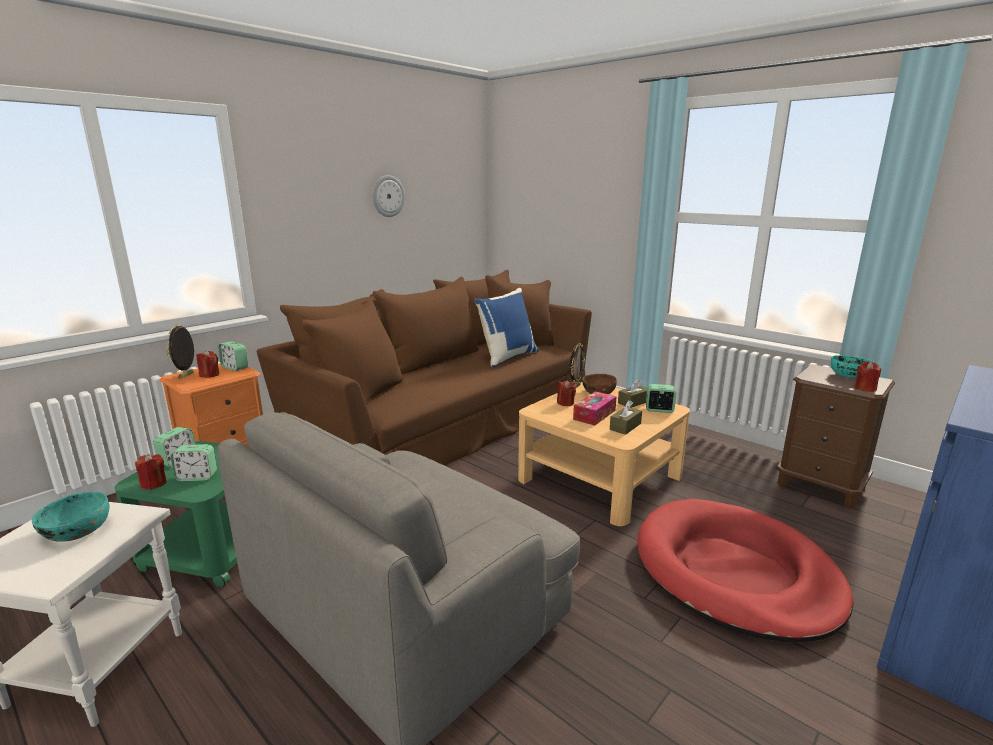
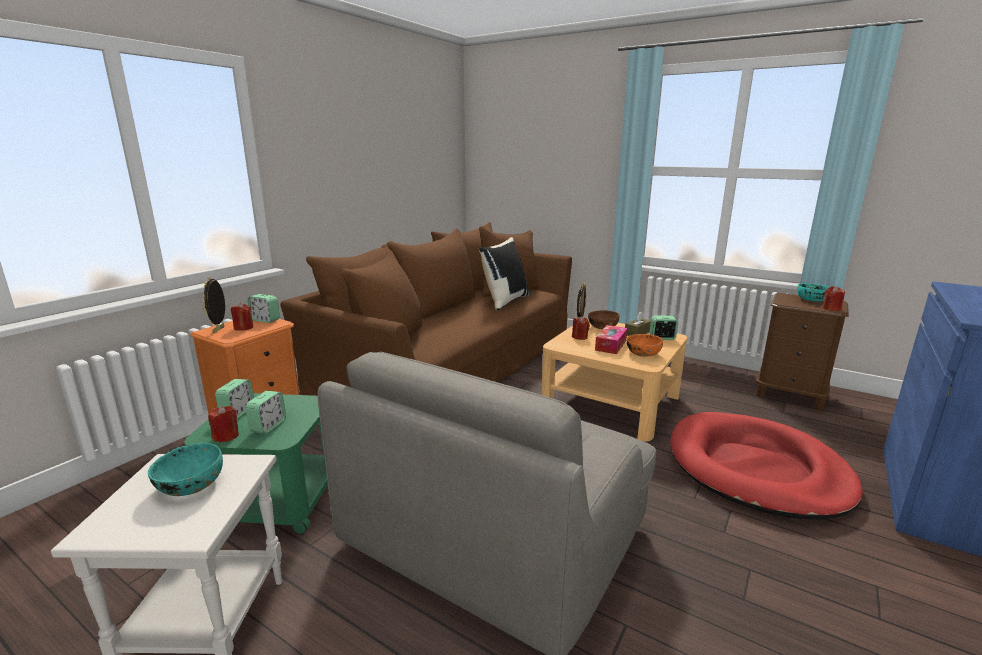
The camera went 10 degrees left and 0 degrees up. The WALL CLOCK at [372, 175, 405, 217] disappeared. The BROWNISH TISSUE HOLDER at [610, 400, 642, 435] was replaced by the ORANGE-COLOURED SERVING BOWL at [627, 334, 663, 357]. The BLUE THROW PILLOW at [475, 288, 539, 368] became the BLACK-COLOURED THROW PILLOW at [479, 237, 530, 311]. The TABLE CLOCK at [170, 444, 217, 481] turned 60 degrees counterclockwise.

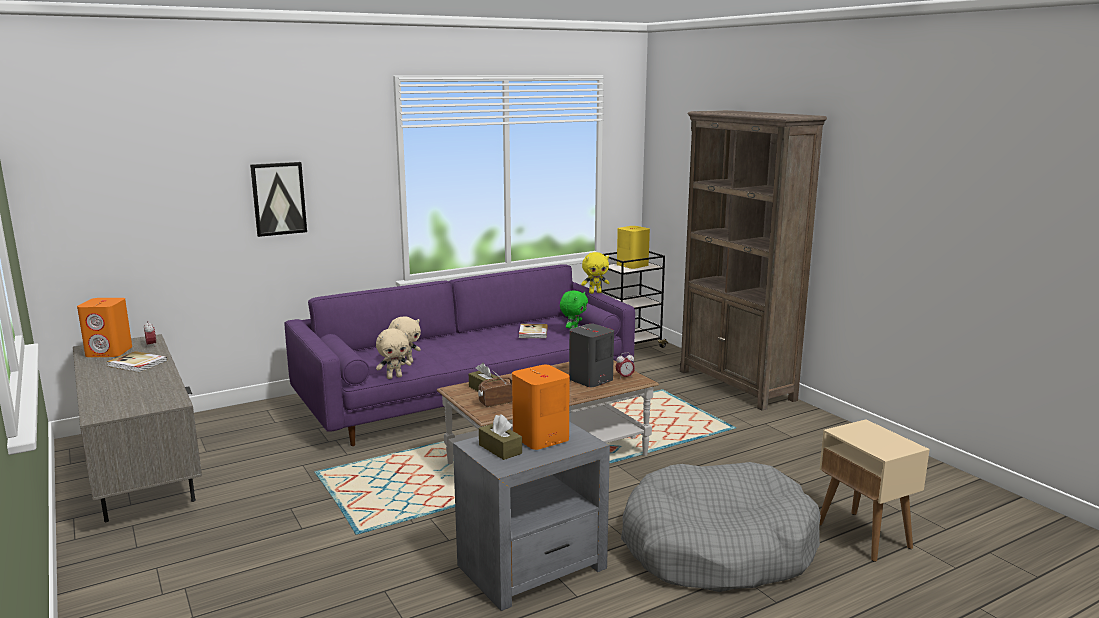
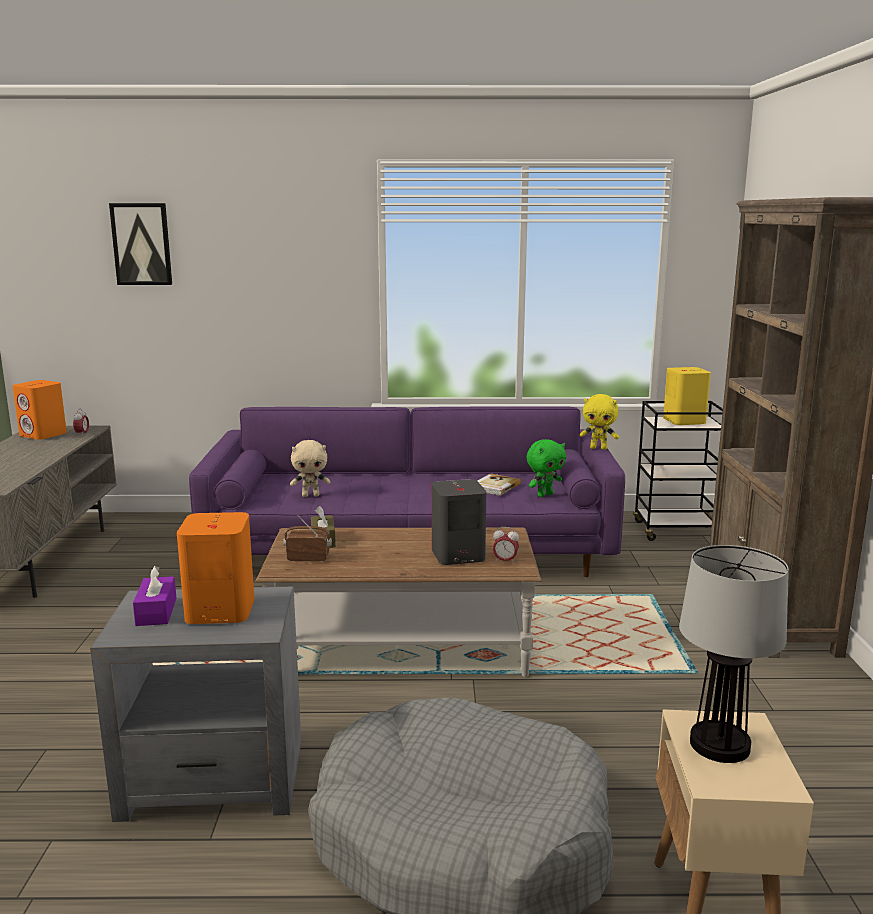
The camera went 30 degrees right and 0 degrees up. The BOUND BOOK at [107, 351, 168, 372] disappeared. The BEIGE-COLOURED SOFT TOY at [376, 328, 411, 379] disappeared. The TABLE LAMP at [679, 545, 789, 763] appeared. The WALL PICTURE moved from [250, 162, 307, 237] to [109, 203, 172, 285]. The BROWNISH TISSUE HOLDER at [479, 414, 522, 460] became the PURPLE-COLOURED TISSUE HOLDER at [133, 566, 176, 626].

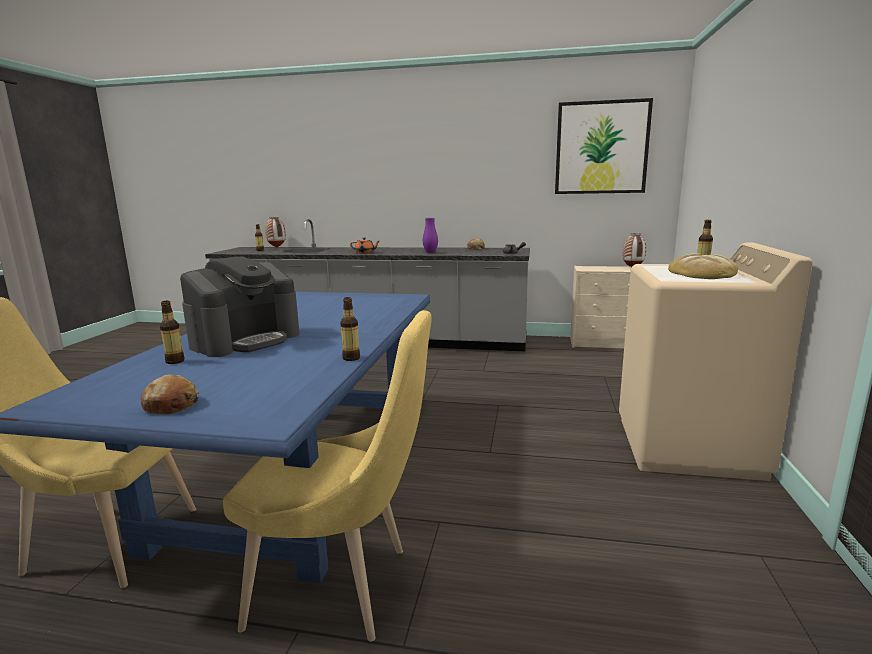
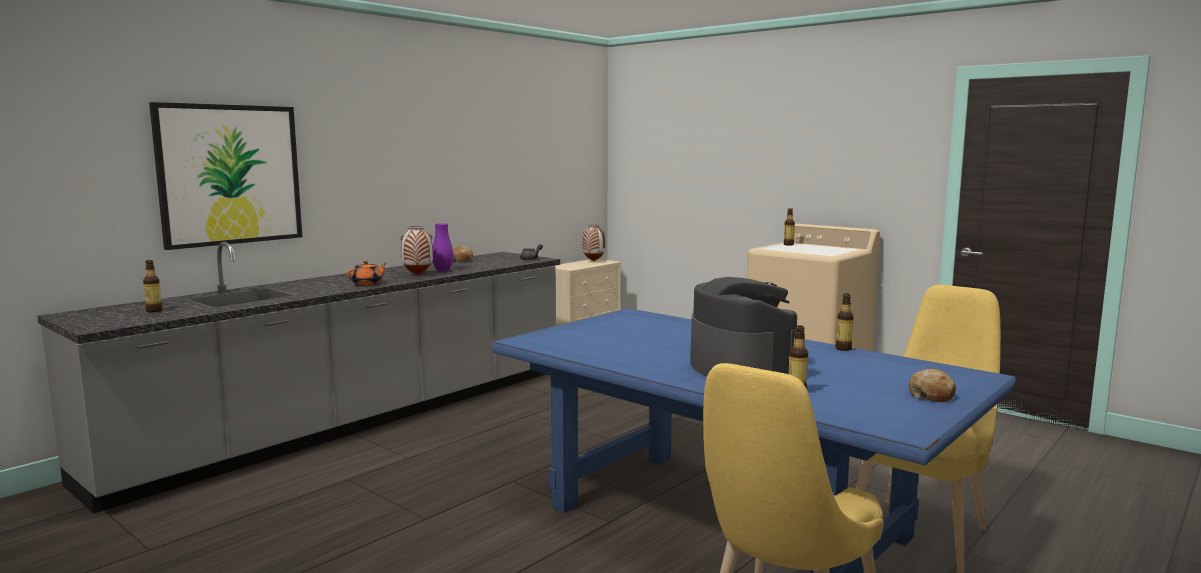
The camera went 60 degrees left and 5 degrees down. The BREAD at [668, 253, 738, 279] disappeared. The FLOWER VASE moved from [265, 217, 286, 247] to [401, 226, 433, 275]. The WALL PICTURE moved from [555, 98, 653, 194] to [149, 102, 302, 250].

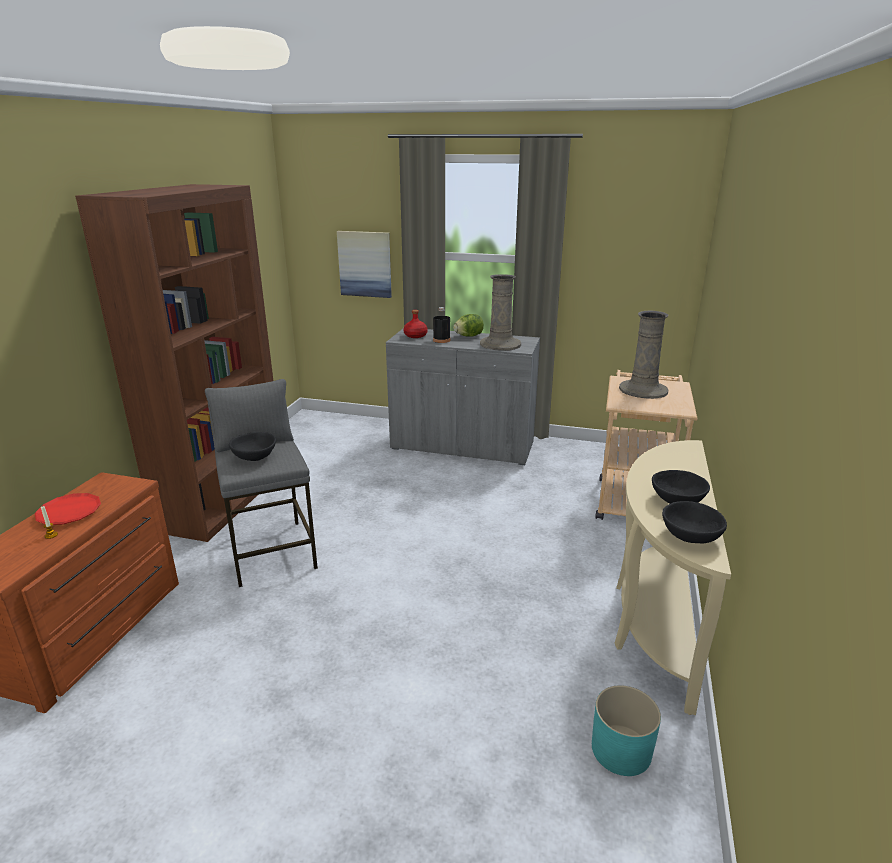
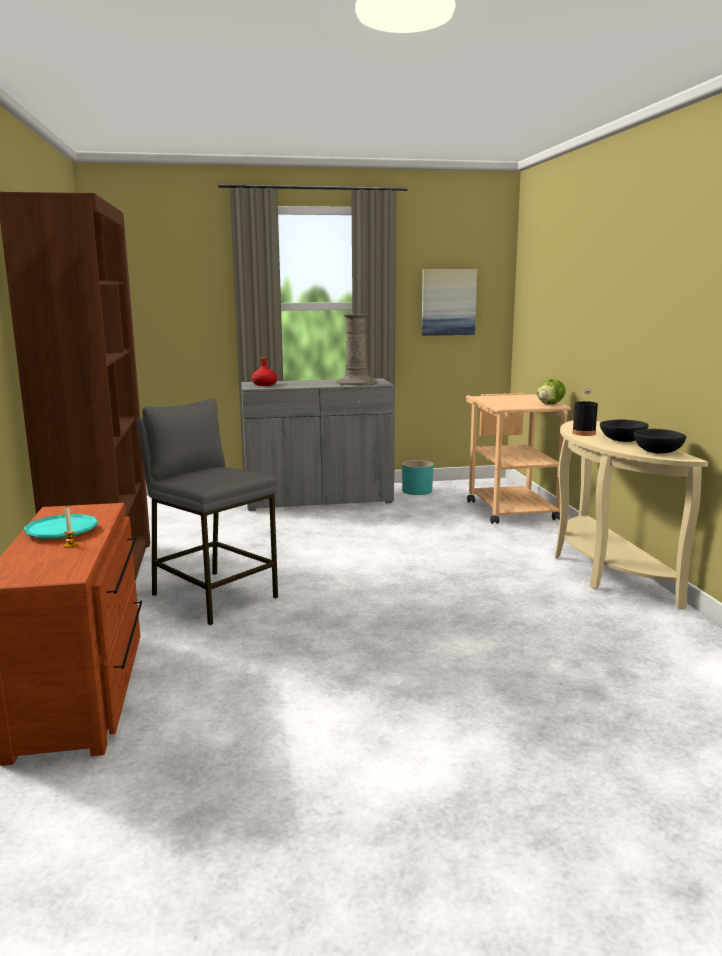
The camera went 25 degrees left and 10 degrees down. The BLACK-COLOURED SERVING BOWL at [229, 432, 276, 461] disappeared. The BEIGE-COLOURED FLOWER VASE at [619, 311, 668, 399] disappeared. The WALL PICTURE moved from [337, 231, 392, 298] to [422, 269, 477, 336]. The BLACK-COLOURED BEVERAGE BOTTLE moved from [433, 307, 450, 343] to [572, 389, 598, 436]. The LETTUCE moved from [453, 314, 484, 337] to [537, 379, 566, 404]. The TURQUOISE-COLOURED PLANT POT moved from [592, 685, 661, 776] to [402, 460, 433, 495]. The REDDISH DINNER PLATE at [35, 493, 101, 525] became the TURQUOISE-COLOURED DINNER PLATE at [24, 514, 98, 538].

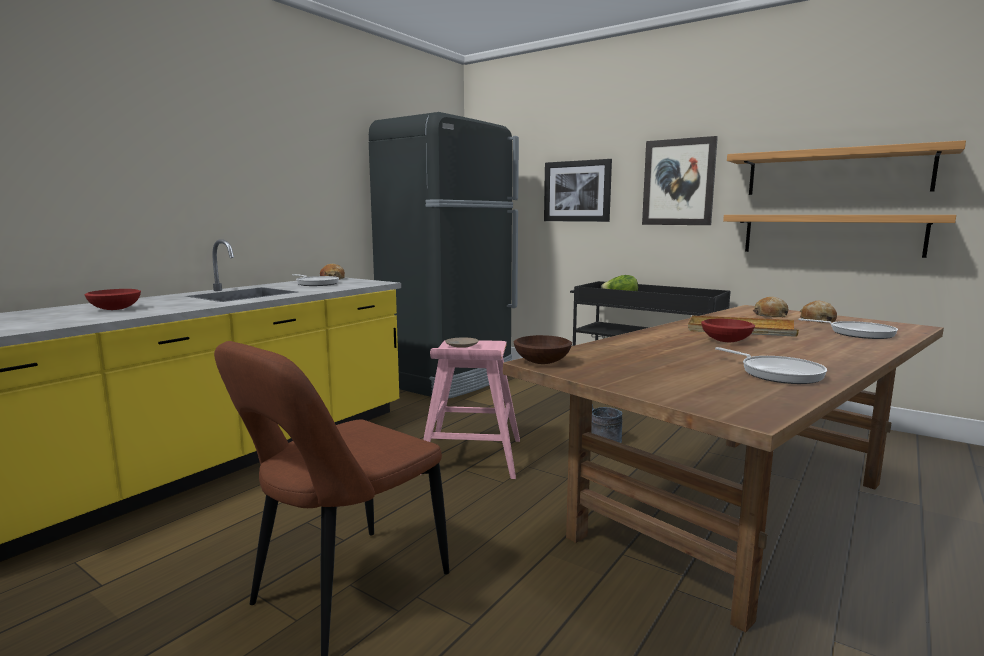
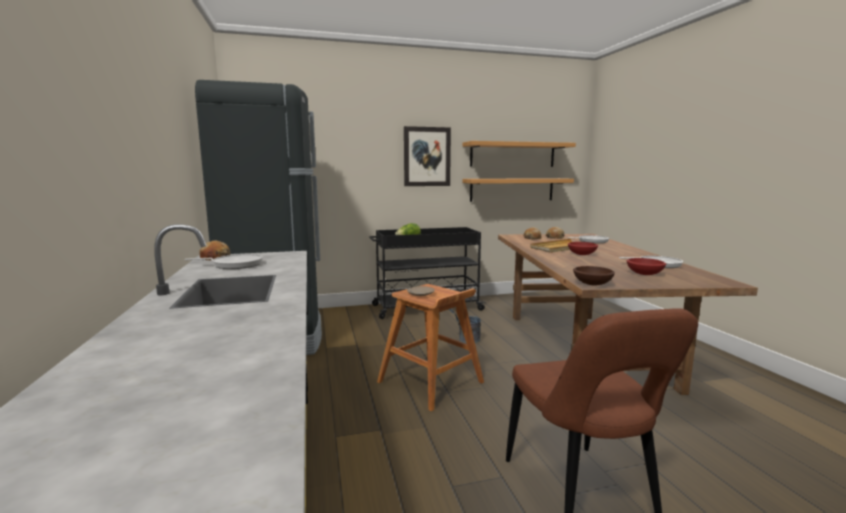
The camera went 50 degrees left and 0 degrees up. The WALL PICTURE at [544, 159, 612, 222] disappeared. The REDDISH SERVING BOWL moved from [85, 289, 141, 310] to [627, 258, 666, 275]. The PINK STOOL at [420, 340, 520, 479] became the BROWNISH STOOL at [377, 284, 484, 411].

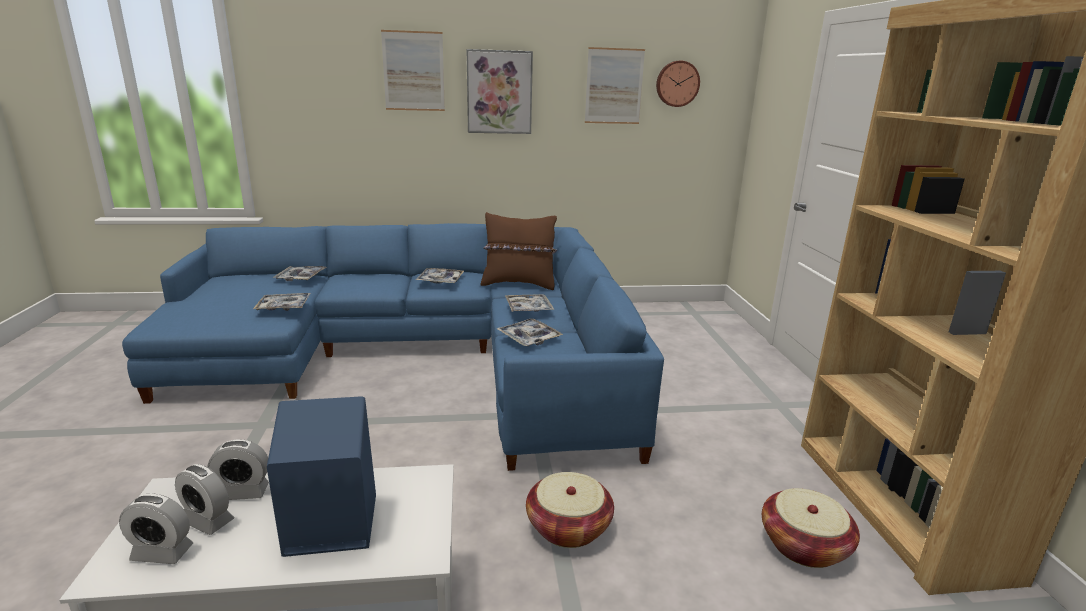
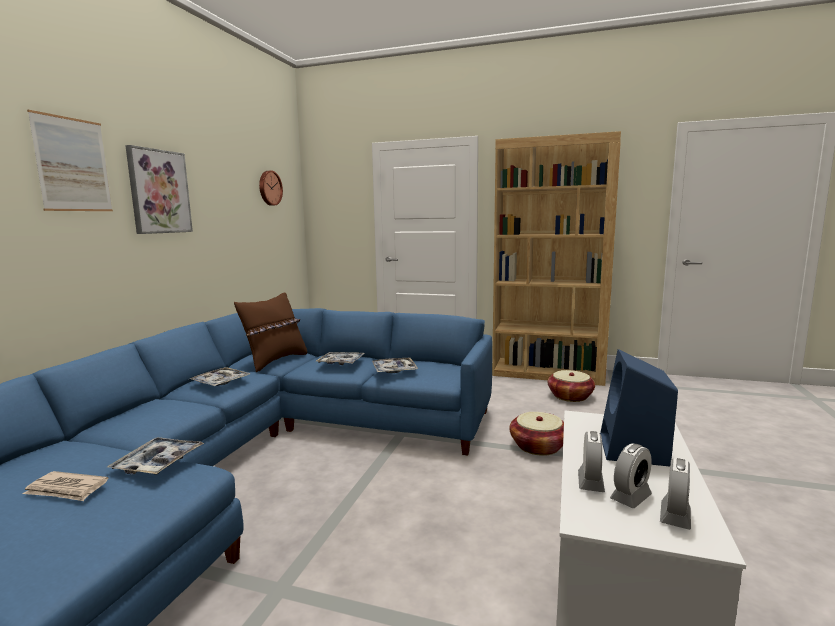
The camera went 65 degrees left and 10 degrees down. The TRAY at [273, 266, 327, 281] disappeared. The WALL PICTURE at [585, 47, 645, 124] disappeared. The NEWSPAPER at [22, 471, 108, 501] appeared.

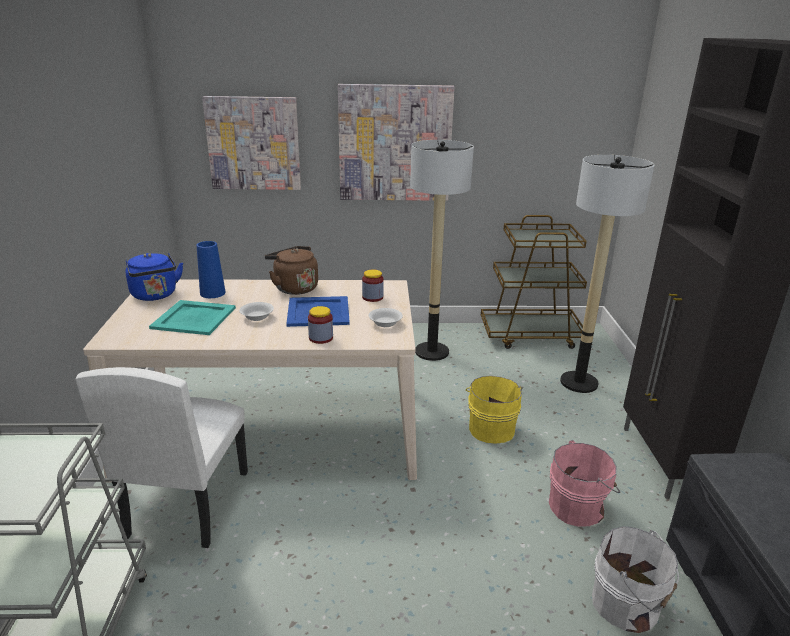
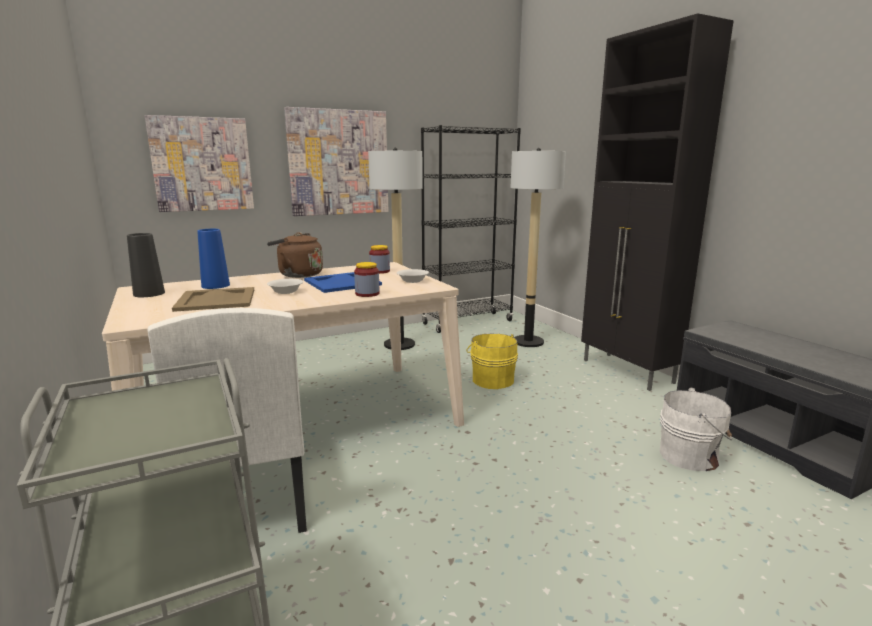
The camera went 25 degrees left and 10 degrees down. The PINK BUCKET at [549, 440, 620, 527] disappeared. The BLUE TEA KETTLE at [125, 253, 183, 301] was replaced by the BLACK-COLOURED FLOWER VASE at [127, 233, 165, 297]. The BROWNISH TROLLEY at [481, 215, 587, 349] was replaced by the BLACK-COLOURED BOOKSHELF at [421, 125, 521, 333]. The TURQUOISE-COLOURED TRAY at [149, 300, 236, 335] became the BEIGE-COLOURED TRAY at [172, 287, 254, 312].

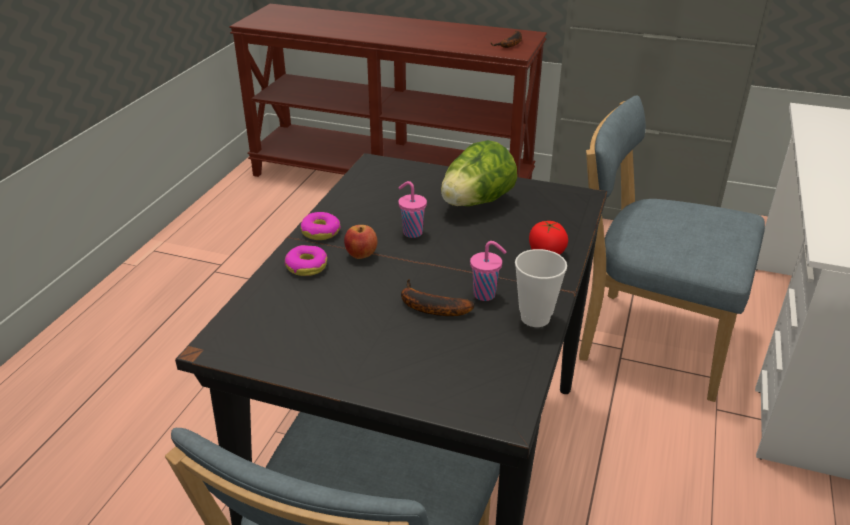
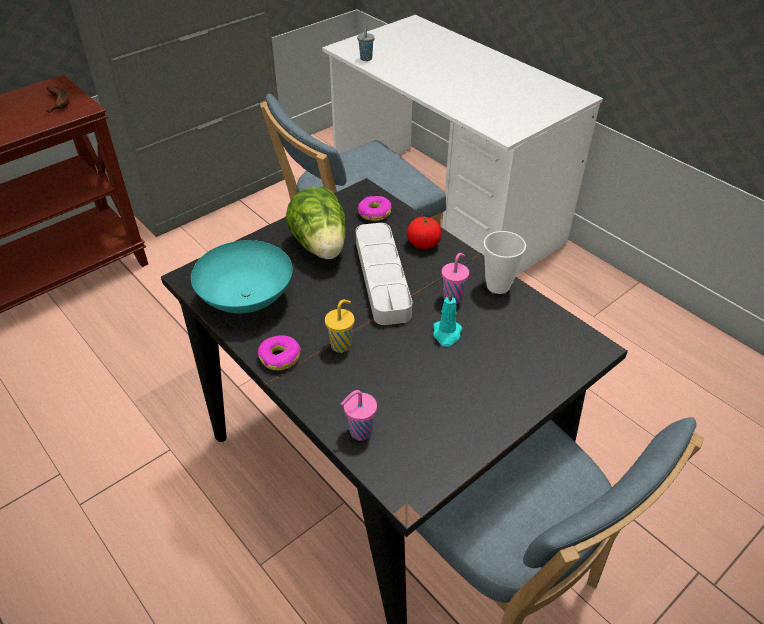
The camera went 60 degrees left and 10 degrees up. The TURQUOISE-COLOURED SERVING BOWL at [191, 240, 293, 313] appeared. The GREYISH TRAY at [356, 223, 412, 325] appeared. The GREYISH CUP at [357, 25, 375, 61] appeared. The RING DOUGHNUT moved from [285, 245, 328, 276] to [358, 196, 391, 221]. The PINK CUP moved from [398, 181, 427, 238] to [341, 390, 377, 441]. The APPLE FRUIT at [344, 225, 377, 259] was replaced by the YELLOW-COLOURED CUP at [325, 299, 355, 353]. The BANANA FRUIT at [401, 279, 474, 316] was replaced by the TURQUOISE-COLOURED WAX CANDLE at [433, 291, 462, 347].

